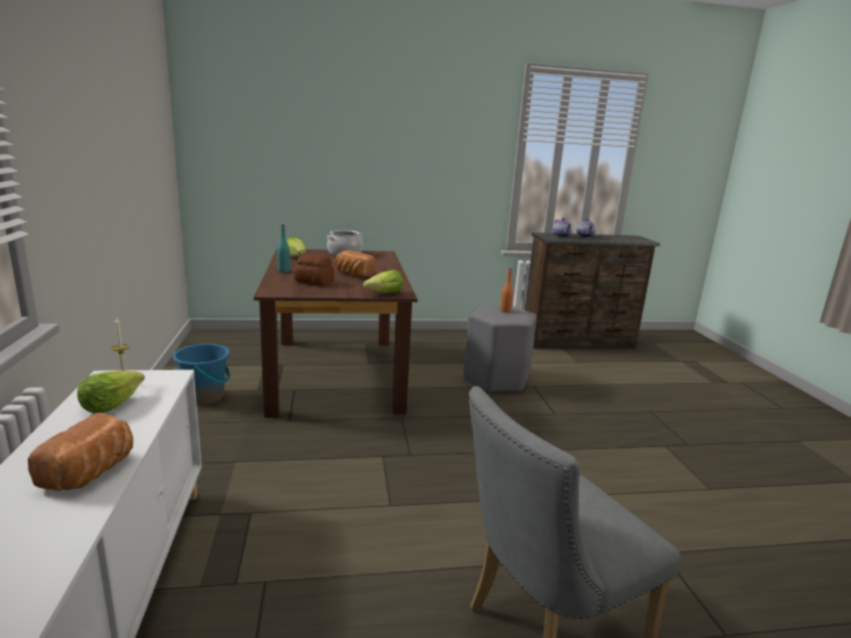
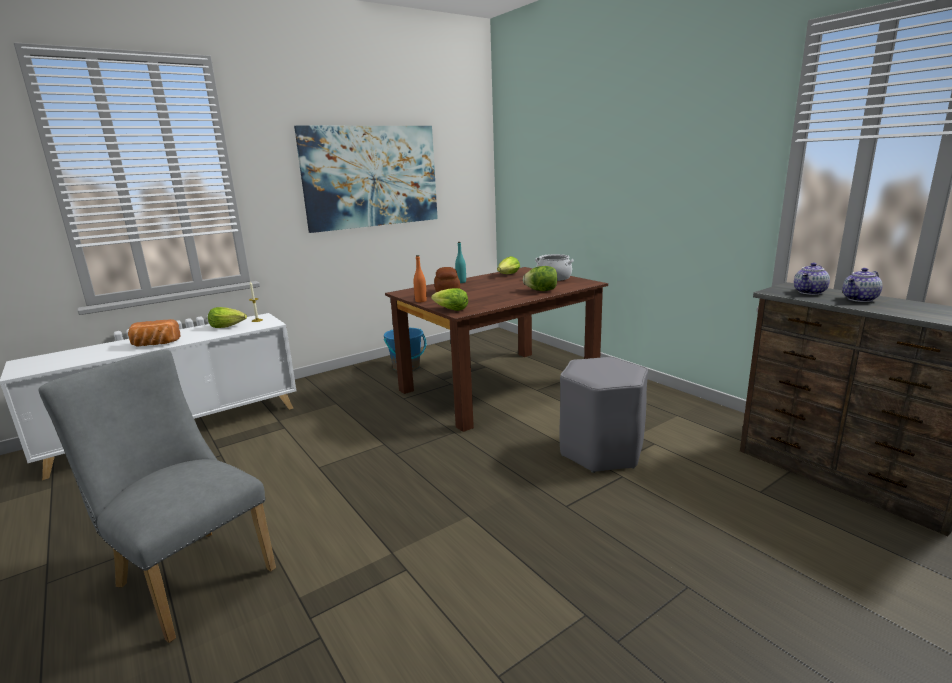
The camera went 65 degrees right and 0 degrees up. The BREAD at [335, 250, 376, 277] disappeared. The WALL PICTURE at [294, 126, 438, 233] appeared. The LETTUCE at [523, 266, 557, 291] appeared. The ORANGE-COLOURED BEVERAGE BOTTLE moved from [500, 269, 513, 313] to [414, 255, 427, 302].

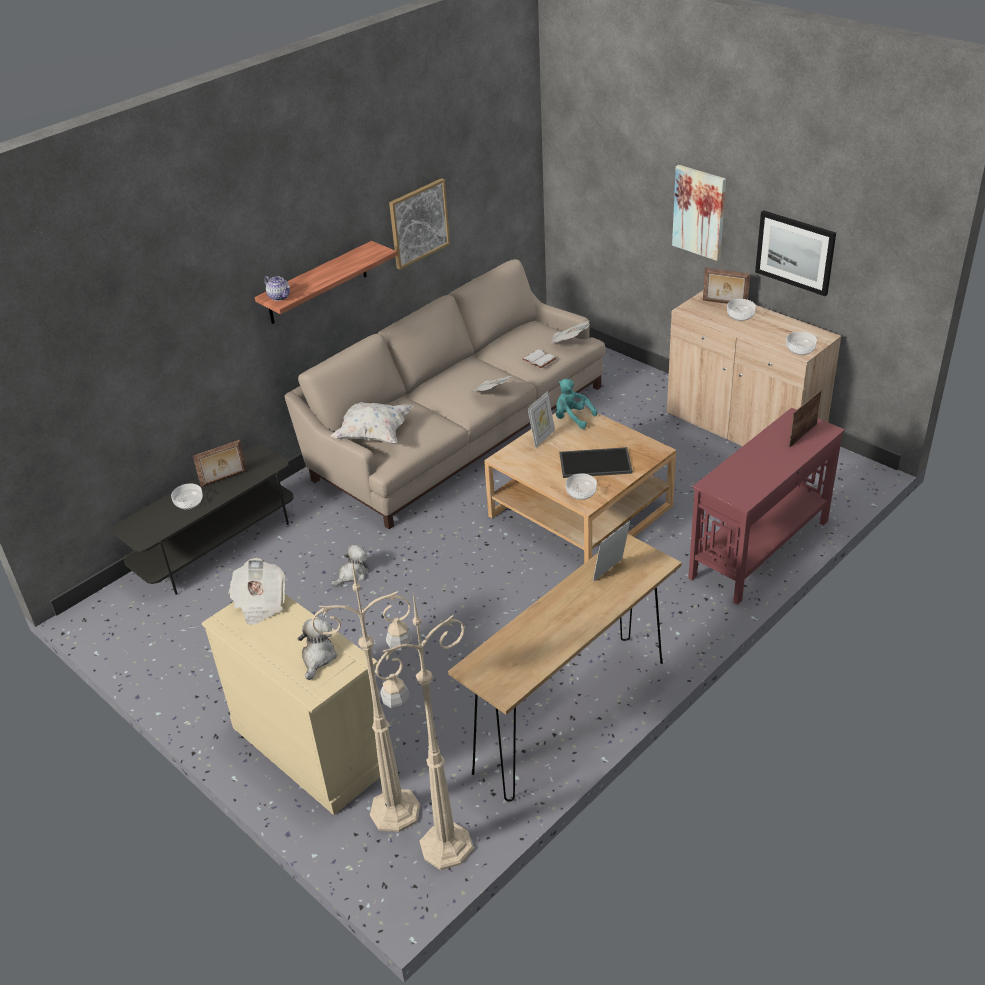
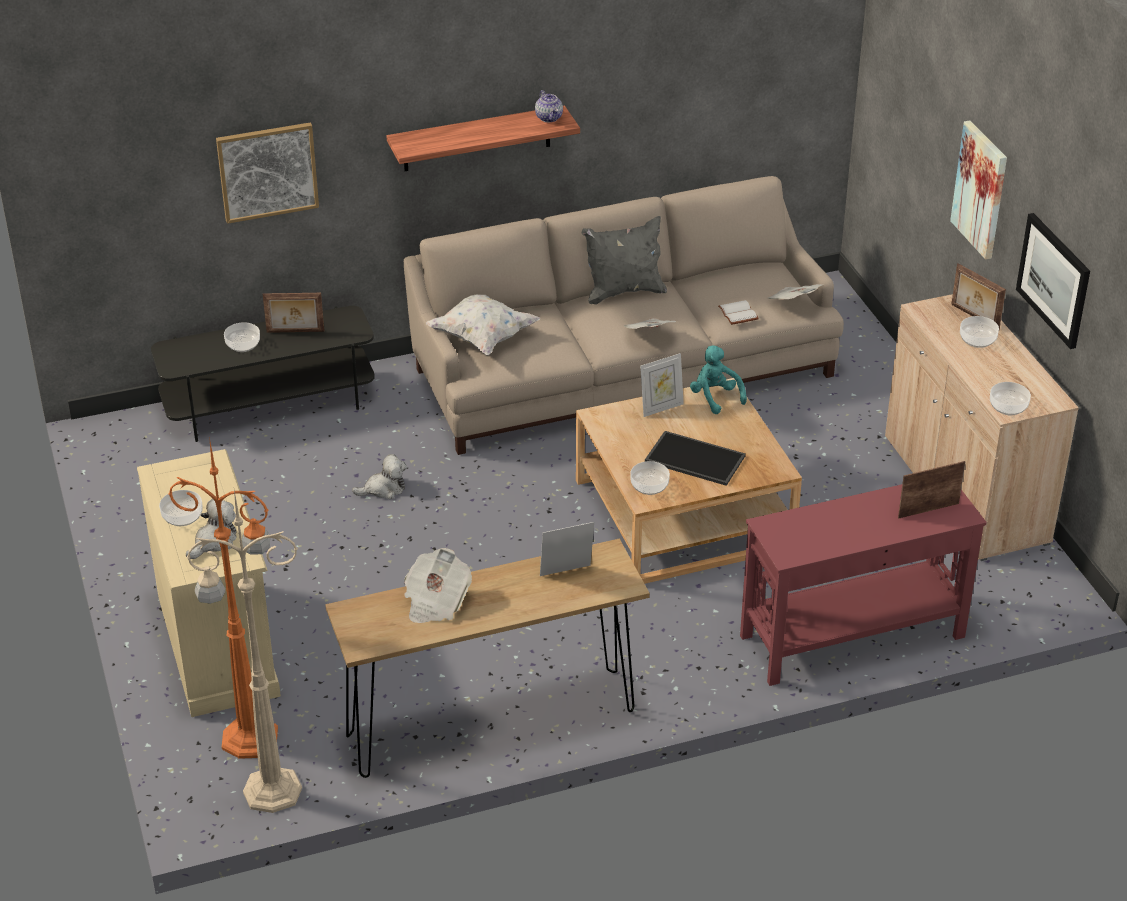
The camera went 25 degrees right and 0 degrees up. The SERVING BOWL at [159, 490, 203, 526] appeared. The GREYISH THROW PILLOW at [582, 216, 667, 305] appeared. The NEWSPAPER moved from [228, 558, 285, 625] to [404, 548, 472, 623]. The POT FOR TEA moved from [264, 276, 290, 301] to [535, 90, 563, 122]. The WALL PICTURE moved from [389, 178, 450, 270] to [216, 123, 319, 224]. The BEIGE-COLOURED FLOOR LAMP at [311, 557, 420, 832] became the ORANGE-COLOURED FLOOR LAMP at [168, 437, 278, 759].

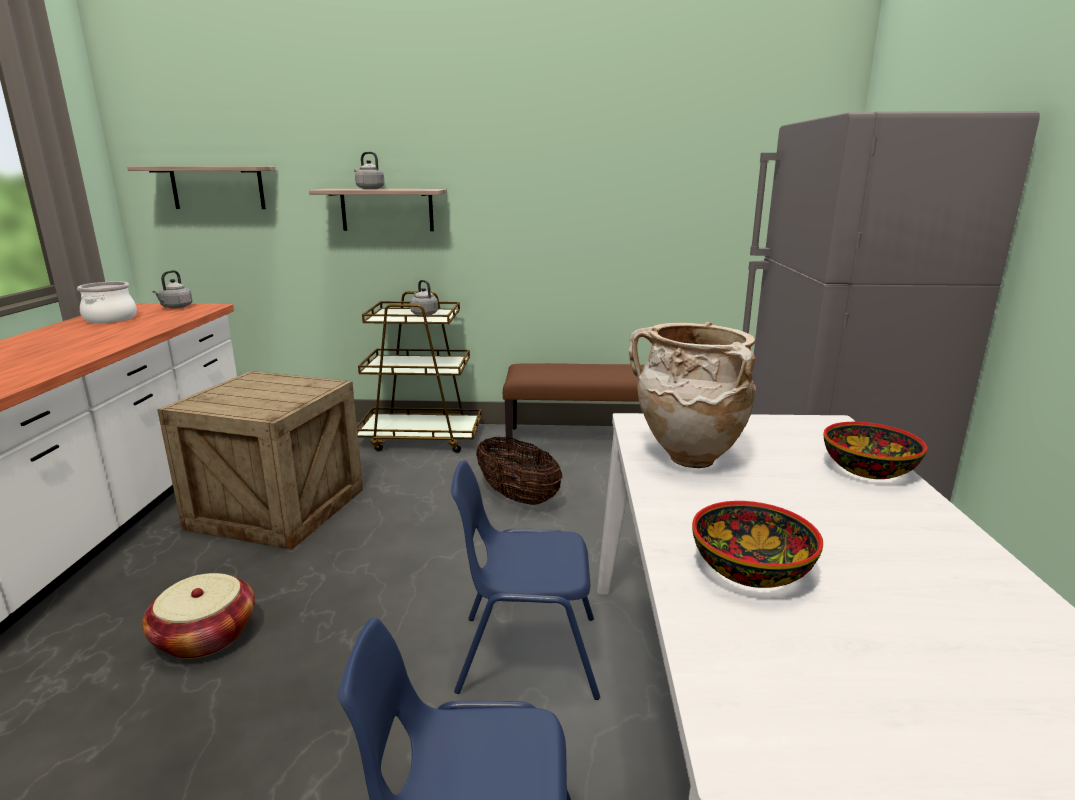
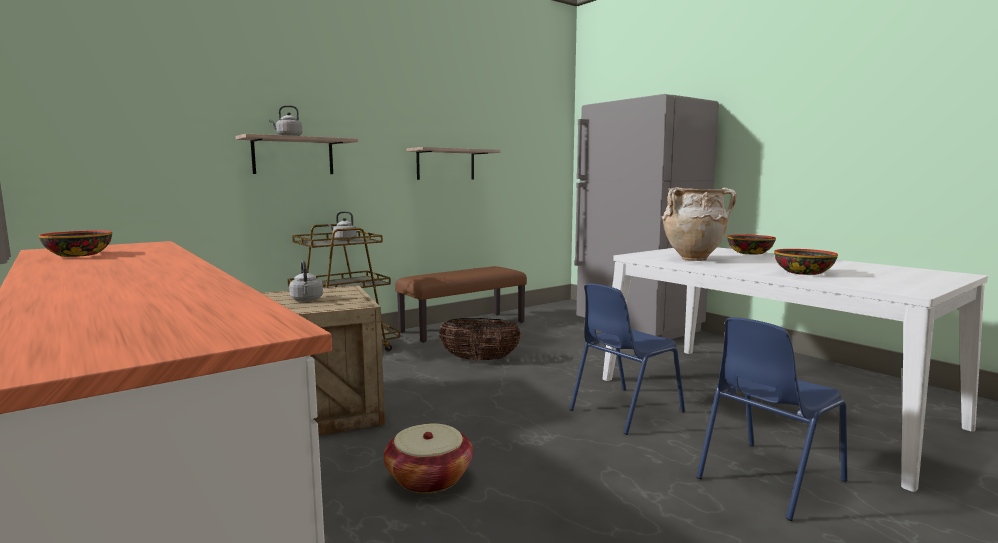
The camera went 40 degrees left and 10 degrees down. The BRACKET SHELF moved from [127, 166, 276, 209] to [406, 147, 500, 180]. The GREYISH TEA KETTLE moved from [153, 270, 193, 308] to [289, 260, 323, 301]. The STOCKPOT at [77, 281, 137, 323] was replaced by the SERVING BOWL at [39, 231, 112, 257].

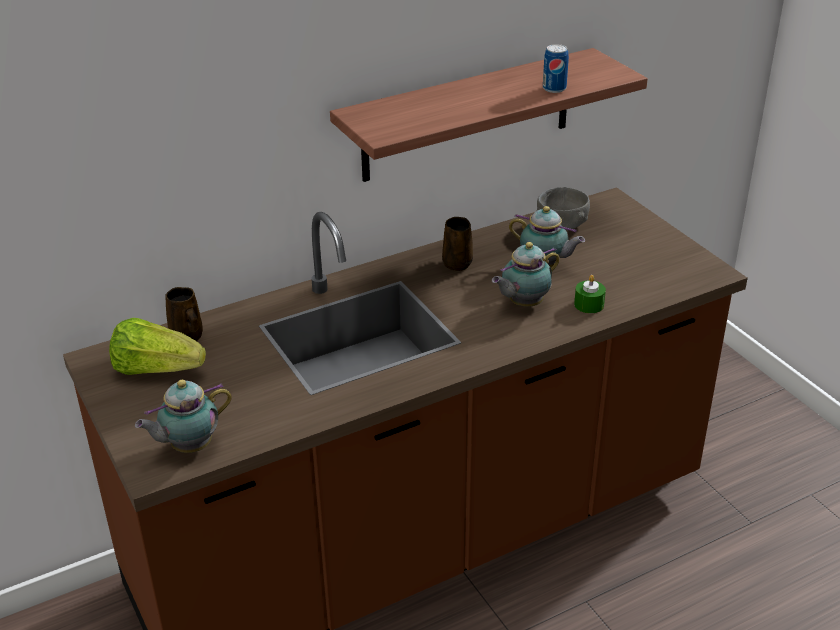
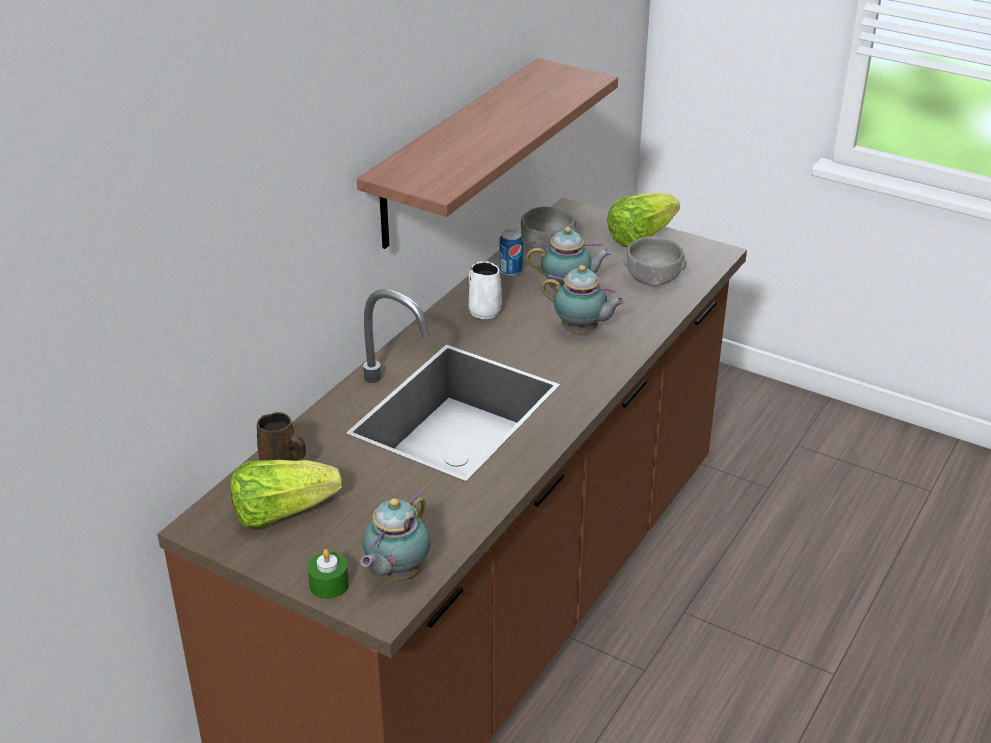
The camera went 30 degrees left and 0 degrees up. The LETTUCE at [607, 192, 680, 247] appeared. The GREYISH SERVING BOWL at [623, 236, 686, 287] appeared. The METAL CAN moved from [543, 44, 569, 93] to [499, 229, 523, 276]. The GREENISH WAX CANDLE moved from [574, 275, 606, 313] to [307, 549, 349, 599]. The BROWNISH MUG at [442, 217, 473, 271] became the WHITE-COLOURED MUG at [468, 261, 502, 319]. The POT FOR TEA at [492, 242, 560, 307] turned 90 degrees counterclockwise.

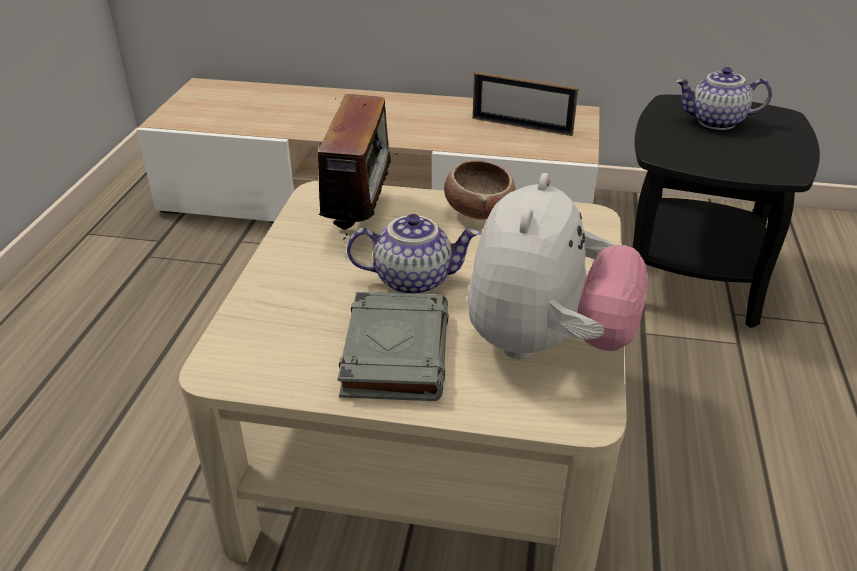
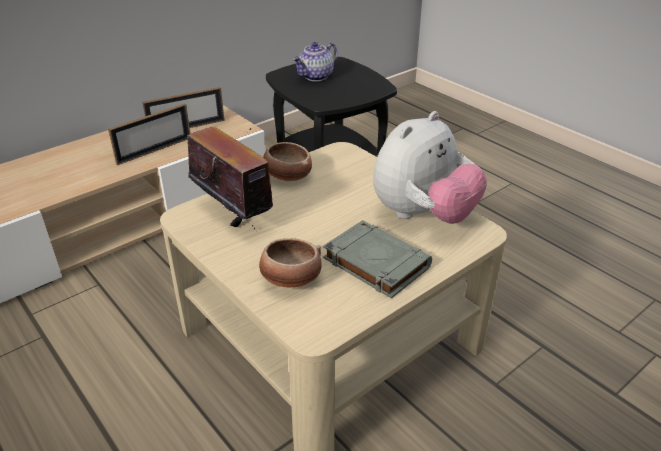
The camera went 50 degrees left and 0 degrees up. The POT FOR TEA at [347, 214, 480, 294] disappeared. The STANDING FRAME at [108, 103, 190, 165] appeared. The SERVING BOWL at [259, 238, 322, 287] appeared. The SOFT TOY at [467, 173, 648, 359] turned 75 degrees clockwise.

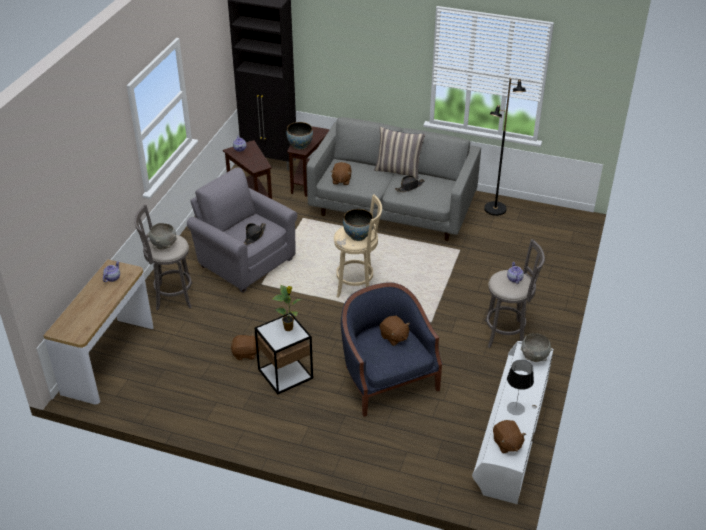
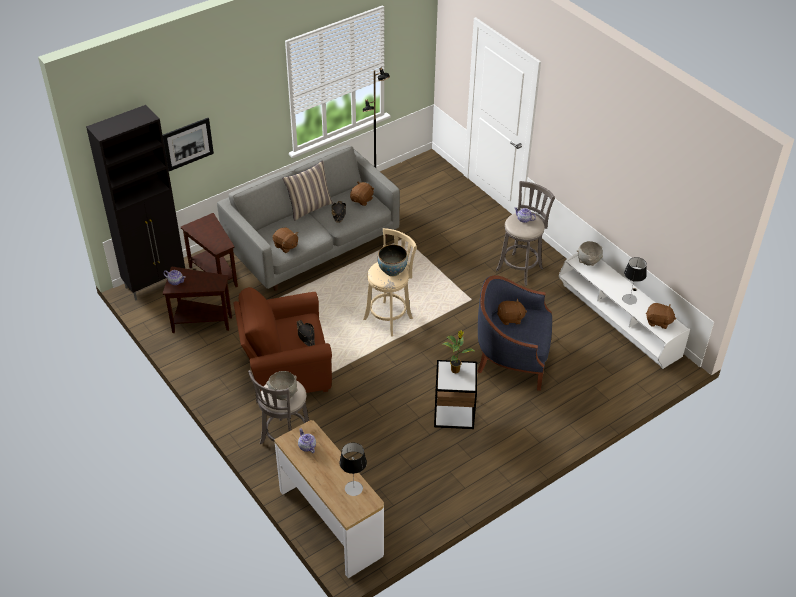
The camera went 55 degrees left and 5 degrees up. The SERVING BOWL at [286, 122, 313, 150] disappeared. The WALL PICTURE at [163, 118, 214, 171] appeared. The TABLE LAMP at [339, 442, 367, 496] appeared. The BROWNISH SOFT TOY moved from [231, 333, 260, 360] to [350, 181, 374, 206]. The GREYISH EASY CHAIR at [187, 167, 297, 293] became the BROWNISH EASY CHAIR at [234, 287, 332, 393].

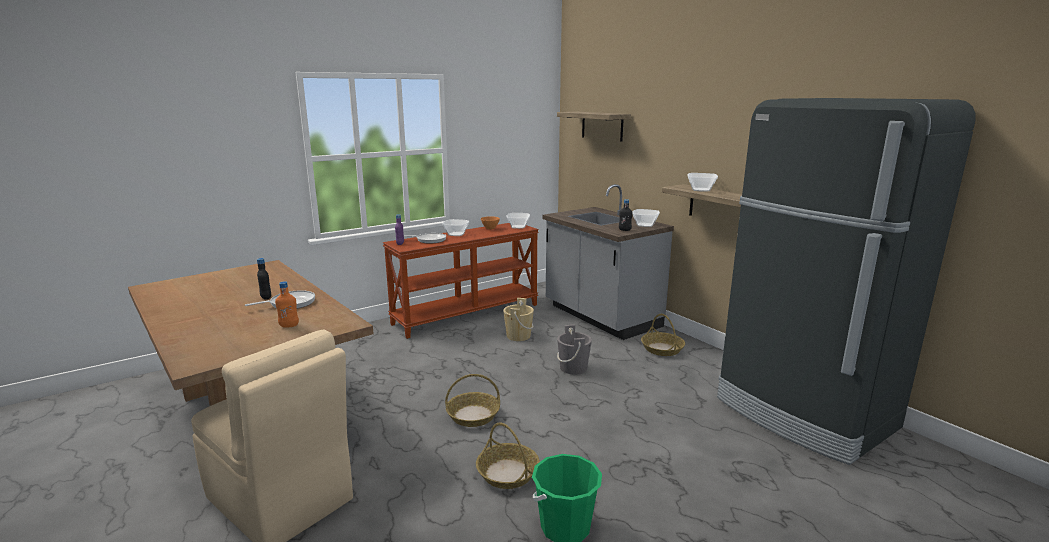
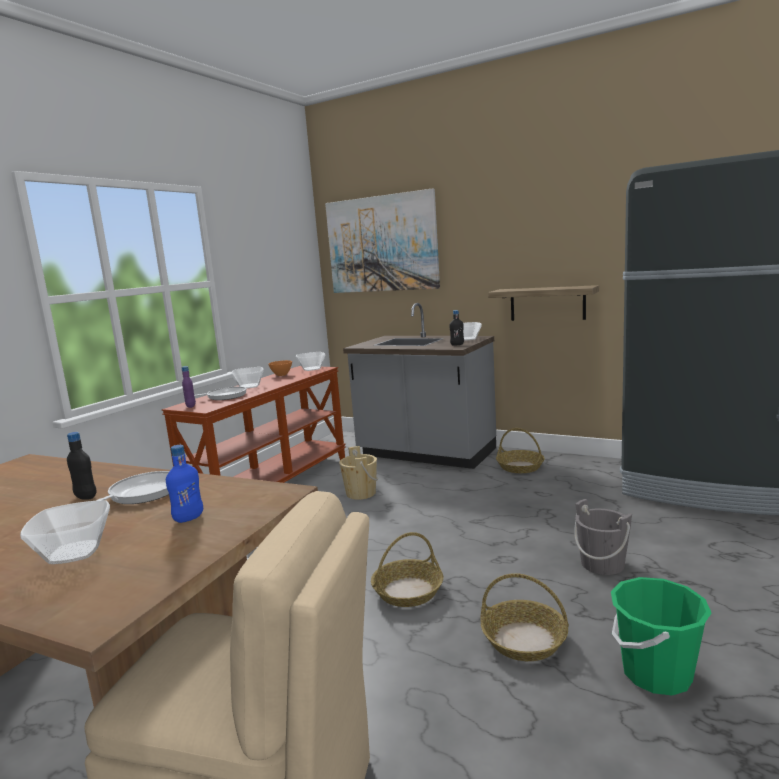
The camera went 25 degrees left and 5 degrees down. The GREYISH BUCKET moved from [557, 324, 592, 375] to [574, 499, 632, 575]. The SERVING BOWL moved from [687, 173, 718, 192] to [20, 500, 110, 564]. The BRACKET SHELF at [557, 112, 631, 142] was replaced by the WALL PICTURE at [325, 188, 440, 293]. The ORANGE-COLOURED BEVERAGE BOTTLE at [275, 281, 299, 328] became the BLUE BEVERAGE BOTTLE at [166, 445, 203, 523].

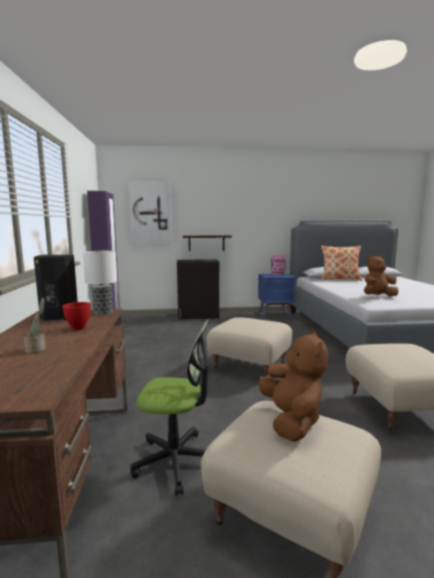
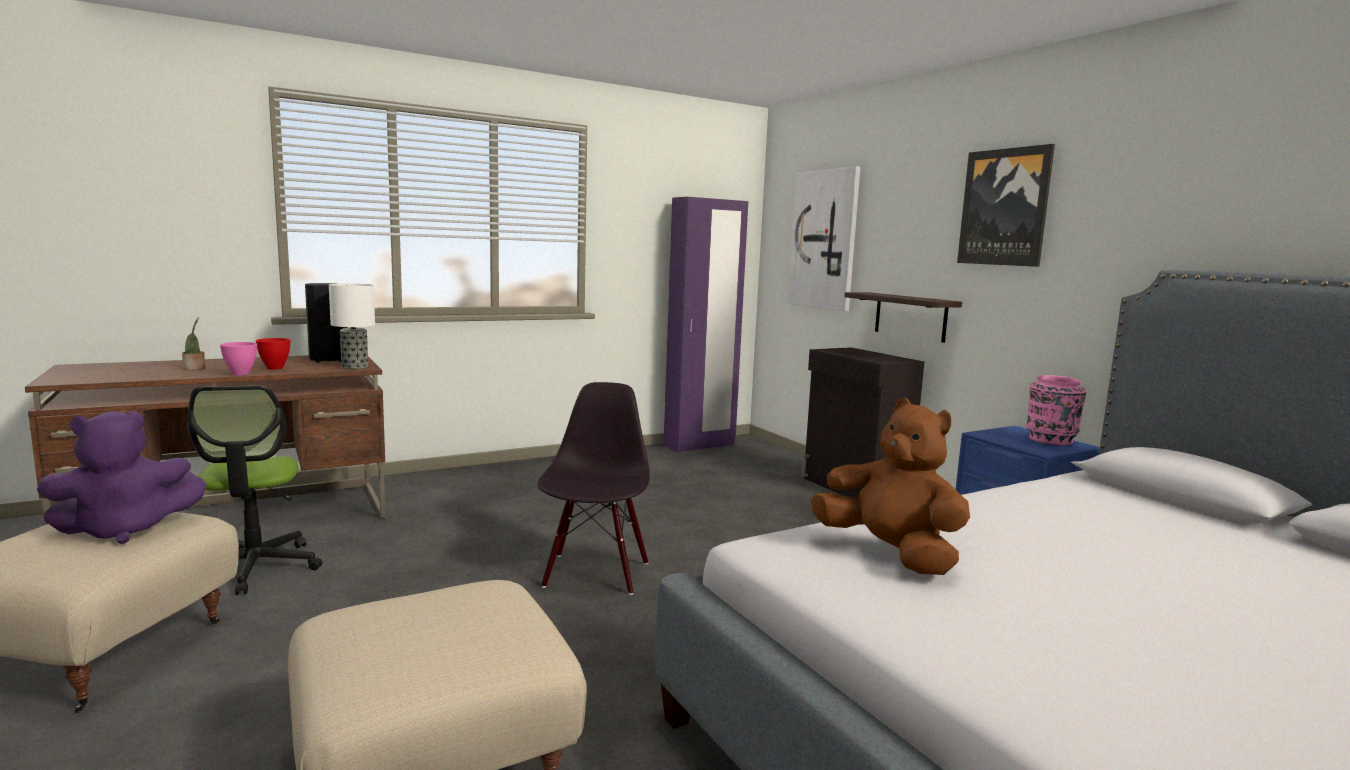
The camera went 65 degrees right and 0 degrees up. The THROW PILLOW at [321, 246, 362, 281] disappeared. The PINK SERVING BOWL at [220, 342, 257, 375] appeared. The WALL PICTURE at [957, 144, 1055, 267] appeared. The BEIGE-COLOURED OTTOMAN at [206, 317, 292, 377] was replaced by the BLACK-COLOURED CHAIR at [537, 382, 650, 595]. The BROWNISH SOFT TOY at [259, 330, 328, 442] became the PURPLE-COLOURED SOFT TOY at [37, 411, 207, 544].

